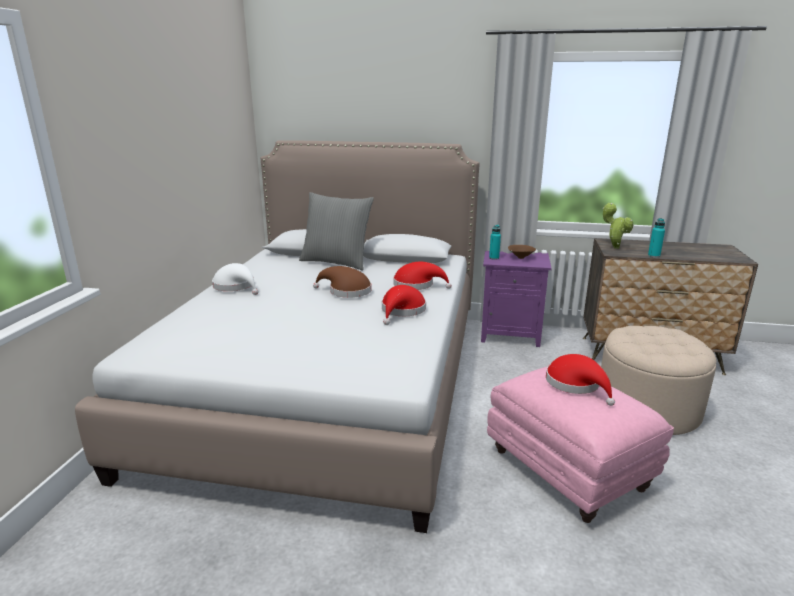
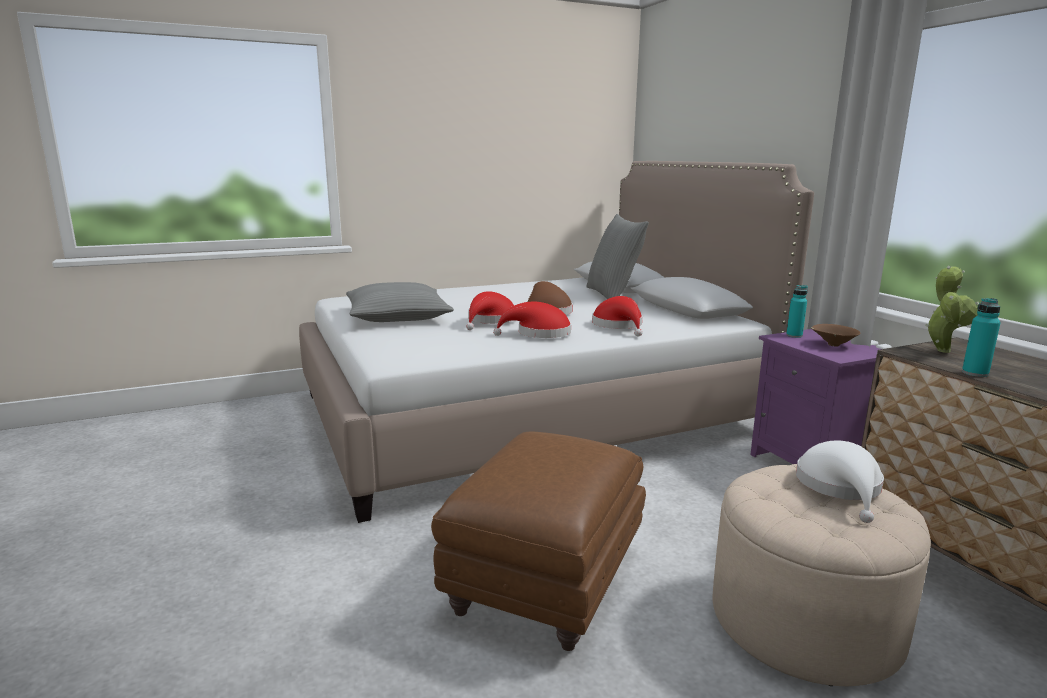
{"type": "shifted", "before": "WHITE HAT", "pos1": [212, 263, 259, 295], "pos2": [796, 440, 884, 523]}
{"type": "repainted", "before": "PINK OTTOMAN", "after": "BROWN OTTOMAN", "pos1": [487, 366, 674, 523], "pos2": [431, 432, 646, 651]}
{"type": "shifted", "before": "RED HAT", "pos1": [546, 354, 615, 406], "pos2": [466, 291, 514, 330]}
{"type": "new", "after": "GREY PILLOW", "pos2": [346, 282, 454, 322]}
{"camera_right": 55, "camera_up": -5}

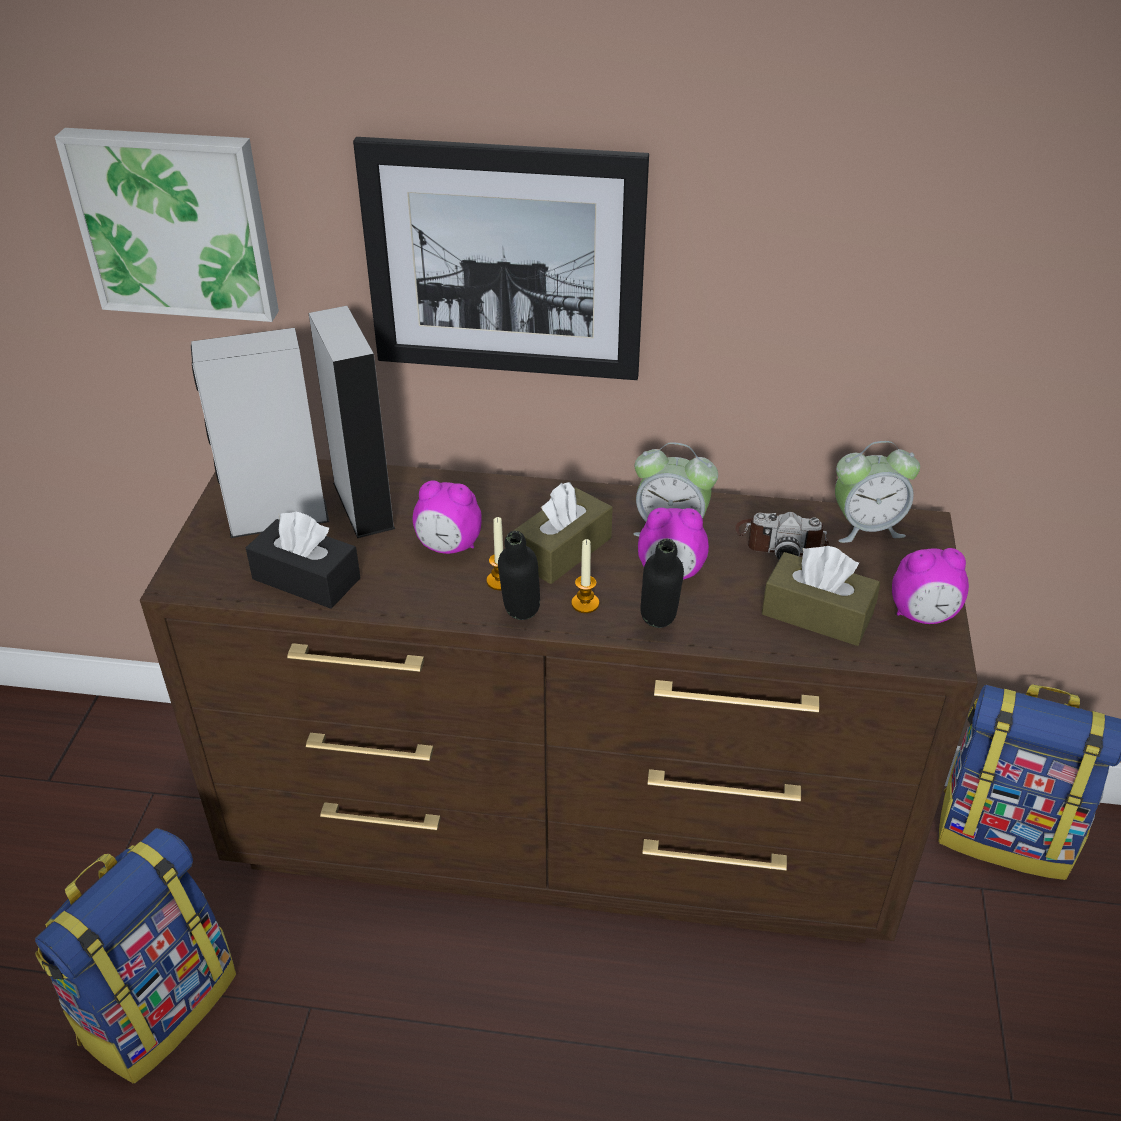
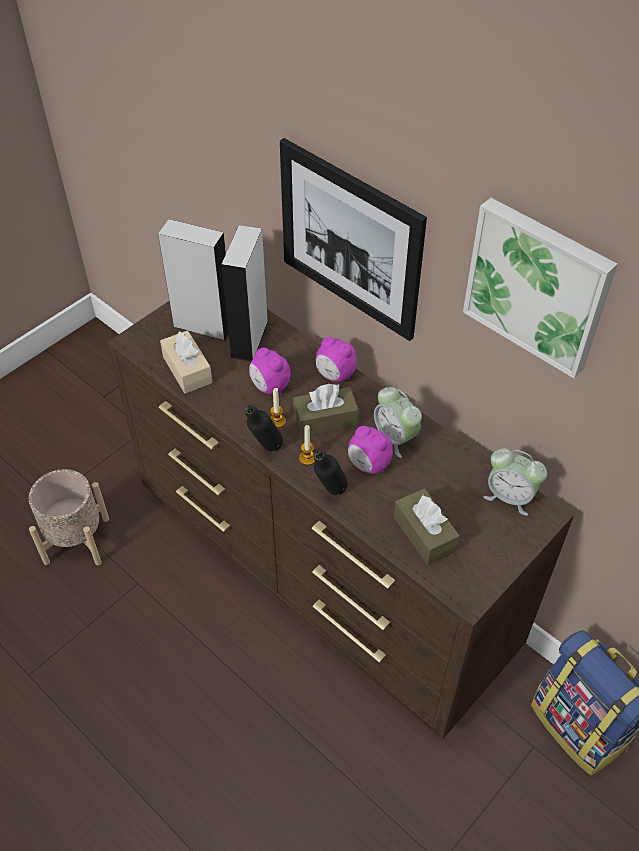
{"type": "swapped", "before": "BACKPACK", "after": "BEIGE PLANTER", "pos1": [35, 828, 236, 1083], "pos2": [29, 469, 109, 565]}
{"type": "shifted", "before": "PICTURE", "pos1": [55, 128, 279, 322], "pos2": [463, 198, 618, 379]}
{"type": "repainted", "before": "BLACK TISSUE BOX", "after": "BEIGE TISSUE BOX", "pos1": [246, 511, 360, 609], "pos2": [160, 330, 213, 393]}
{"type": "gone", "before": "PHOTO CAMERA", "pos1": [735, 512, 829, 559]}
{"type": "shifted", "before": "ALARM CLOCK", "pos1": [892, 548, 969, 624], "pos2": [316, 337, 357, 382]}
{"camera_right": 35, "camera_up": 10}

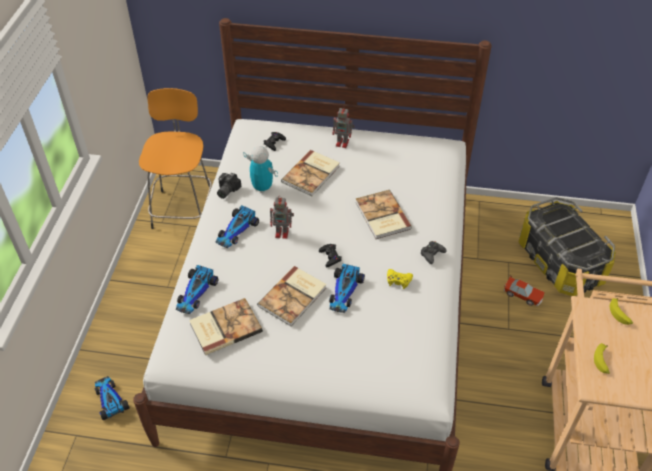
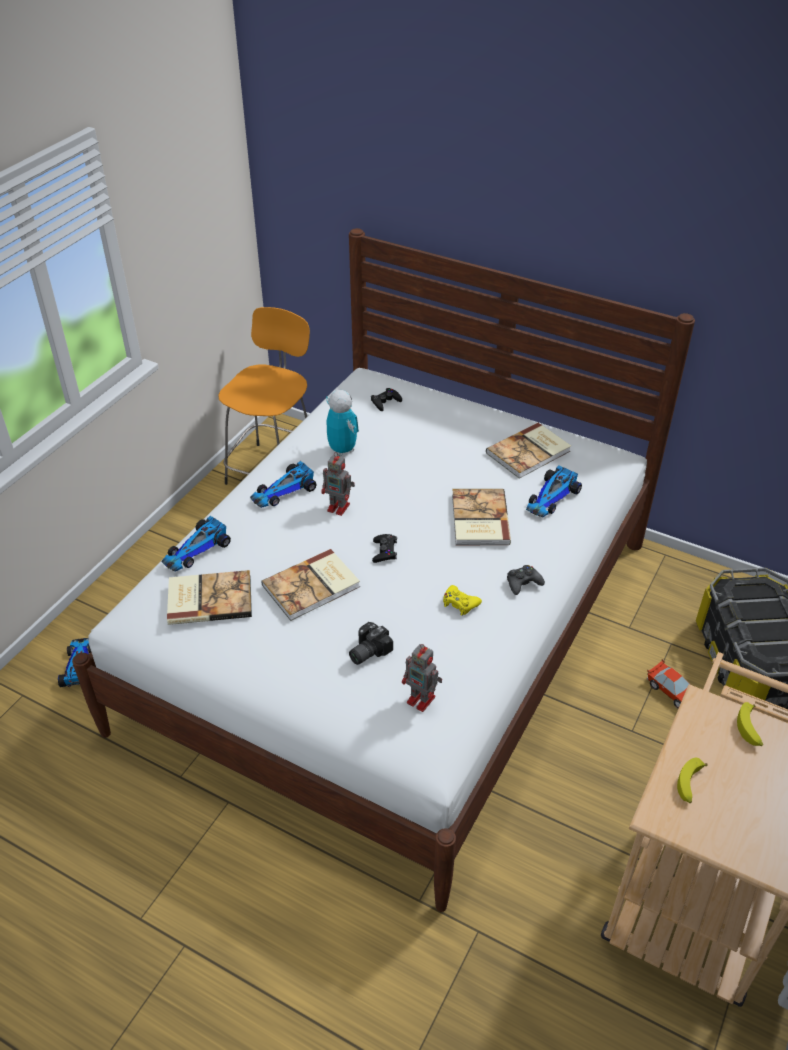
{"type": "shifted", "before": "PHOTO CAMERA", "pos1": [217, 173, 241, 199], "pos2": [349, 622, 393, 665]}
{"type": "shifted", "before": "BOOK", "pos1": [281, 150, 340, 196], "pos2": [486, 423, 571, 479]}
{"type": "shifted", "before": "TOY CAR", "pos1": [329, 264, 365, 313], "pos2": [526, 465, 582, 517]}
{"type": "shifted", "before": "TOY ROBOT", "pos1": [333, 106, 354, 148], "pos2": [402, 644, 442, 712]}
{"camera_right": 20, "camera_up": -5}

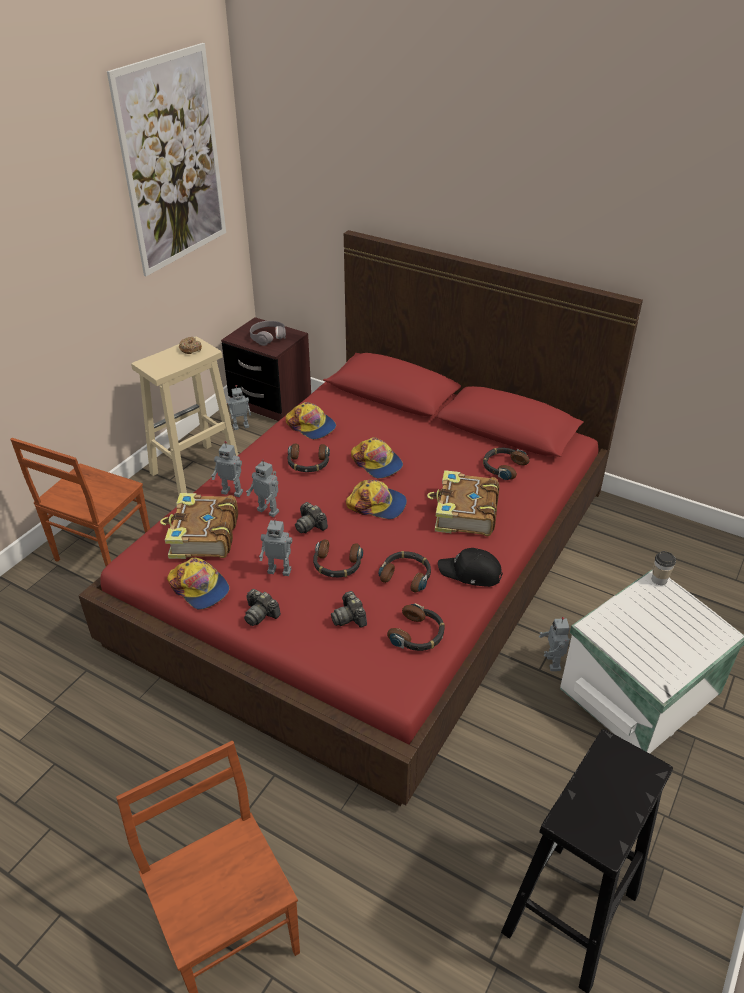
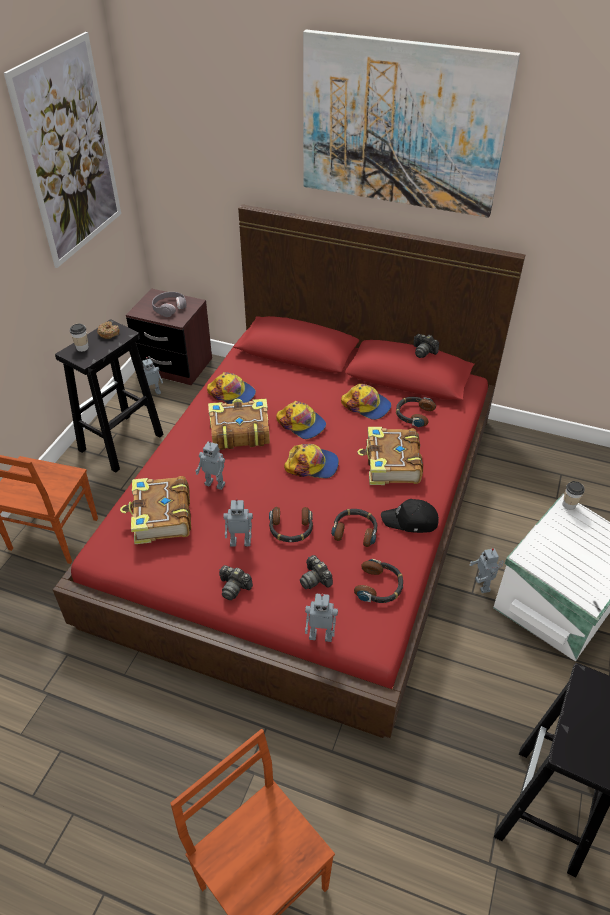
{"type": "repainted", "before": "BEIGE STOOL", "after": "BLACK STOOL", "pos1": [131, 337, 238, 495], "pos2": [55, 320, 164, 473]}
{"type": "shifted", "before": "CAP", "pos1": [167, 557, 229, 610], "pos2": [341, 384, 391, 420]}
{"type": "shifted", "before": "TOY ROBOT", "pos1": [211, 441, 243, 497], "pos2": [305, 593, 338, 642]}
{"type": "swapped", "before": "HEADPHONES", "after": "BOOK", "pos1": [287, 443, 330, 472], "pos2": [208, 399, 270, 450]}
{"type": "shifted", "before": "PHOTO CAMERA", "pos1": [295, 502, 328, 533], "pos2": [414, 334, 439, 358]}
{"type": "new", "after": "CUP", "pos2": [70, 324, 89, 352]}
{"type": "new", "after": "PICTURE", "pos2": [303, 29, 520, 218]}
{"camera_right": -10, "camera_up": 5}

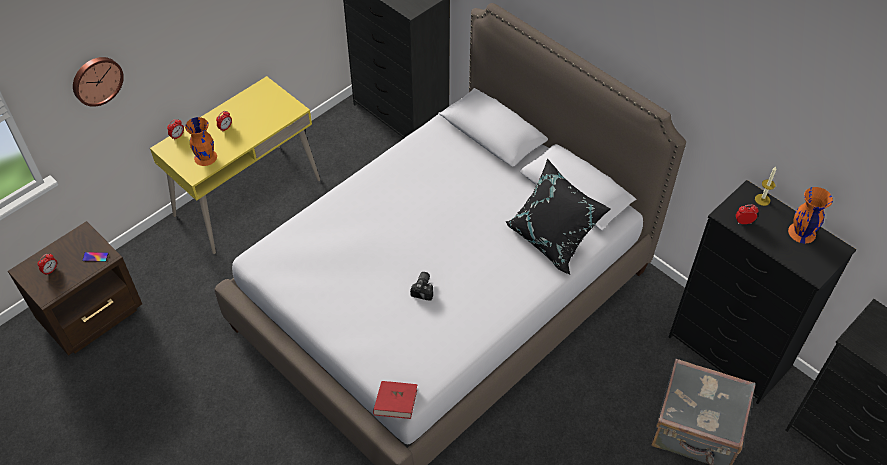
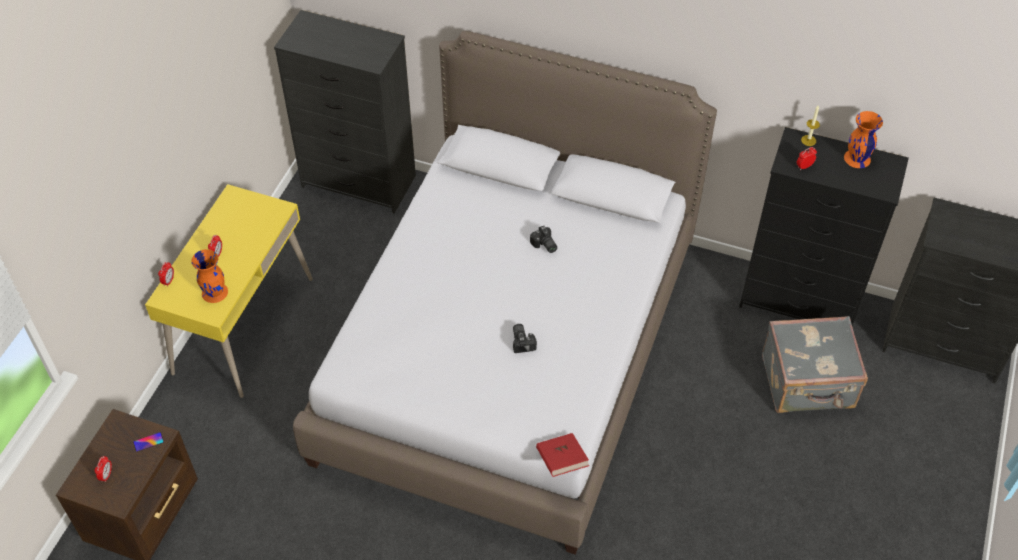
{"type": "gone", "before": "WALL CLOCK", "pos1": [73, 57, 124, 107]}
{"type": "gone", "before": "BLACK PILLOW", "pos1": [505, 158, 611, 274]}
{"type": "new", "after": "PHOTO CAMERA", "pos2": [530, 226, 557, 253]}
{"camera_right": -25, "camera_up": 0}

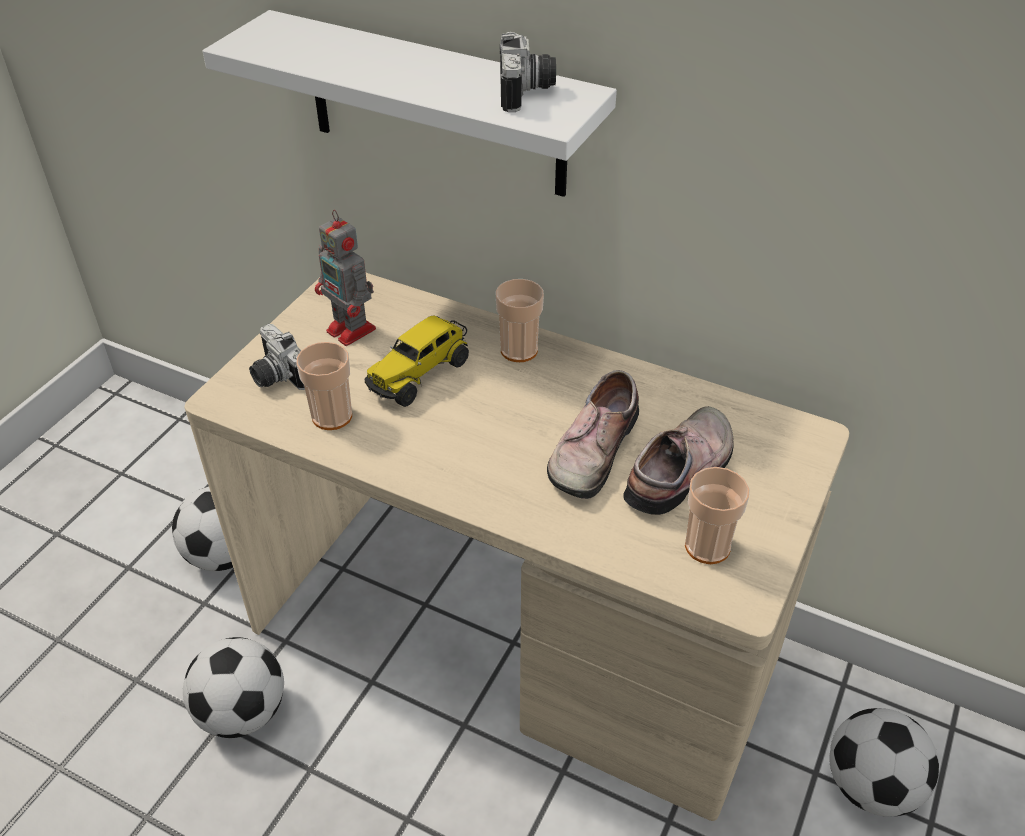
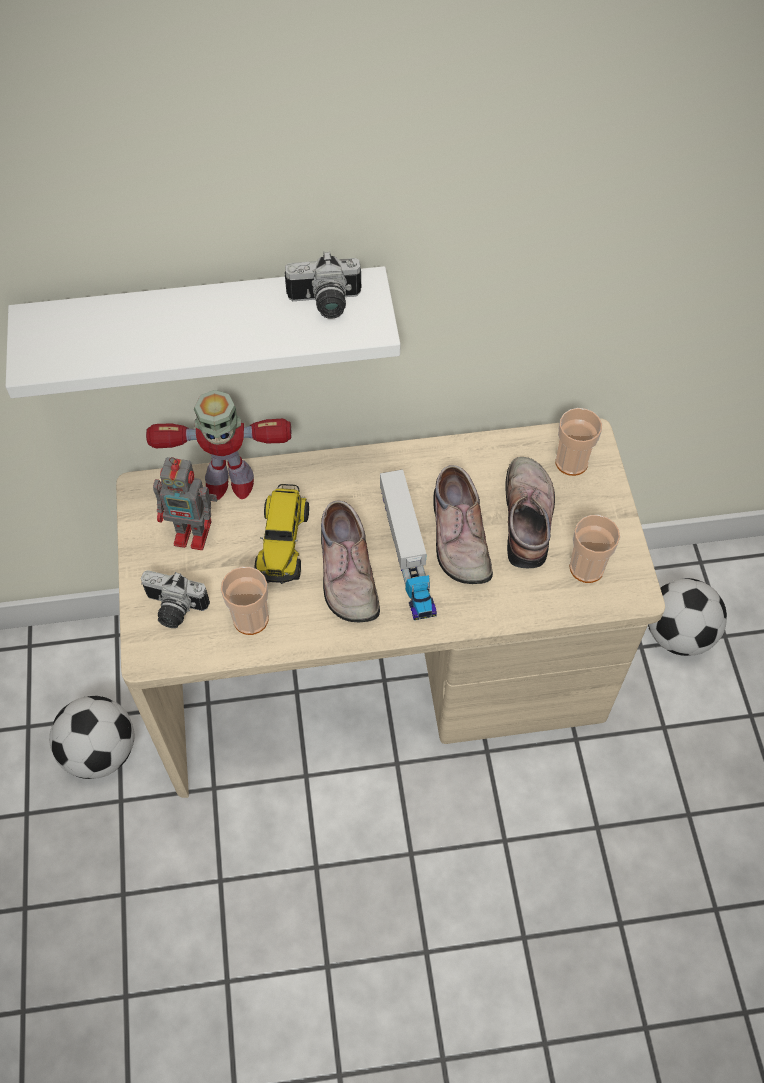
{"type": "gone", "before": "FOOTBALL", "pos1": [183, 637, 284, 738]}
{"type": "shifted", "before": "CUP", "pos1": [496, 279, 544, 362], "pos2": [555, 408, 602, 476]}
{"type": "rotated", "before": "PHOTO CAMERA", "pos1": [500, 32, 556, 112], "pos2": [285, 251, 361, 319], "turn": 120}
{"type": "new", "after": "TOY ROBOT", "pos2": [146, 390, 292, 500]}
{"type": "new", "after": "SHOE", "pos2": [321, 500, 380, 622]}
{"type": "new", "after": "TOY TRUCK", "pos2": [380, 470, 437, 620]}
{"camera_right": -35, "camera_up": 15}

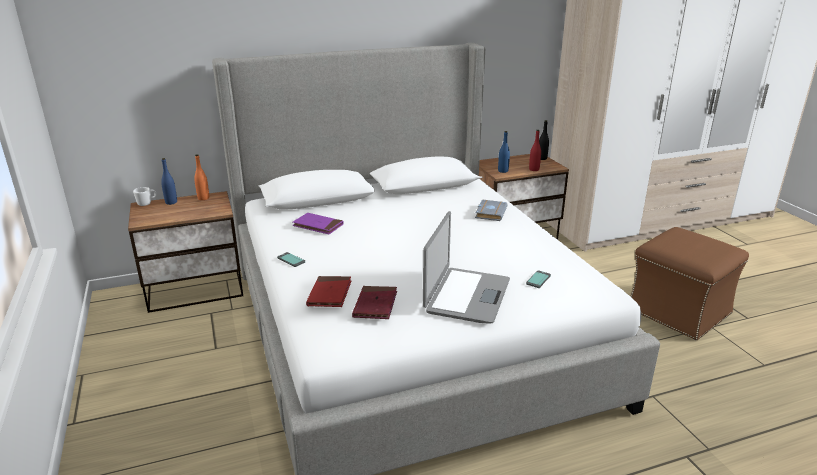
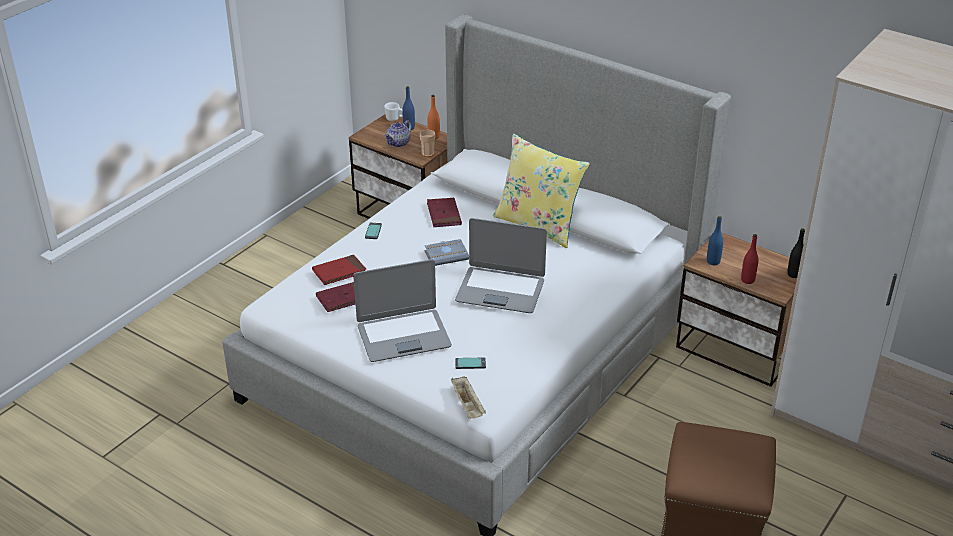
{"type": "repainted", "before": "PURPLE BOOK", "after": "RED BOOK", "pos1": [292, 213, 344, 235], "pos2": [427, 198, 462, 227]}
{"type": "shifted", "before": "GREY BOOK", "pos1": [475, 199, 508, 221], "pos2": [425, 239, 469, 266]}
{"type": "new", "after": "TEAPOT", "pos2": [385, 120, 411, 147]}
{"type": "new", "after": "CUP", "pos2": [420, 130, 435, 157]}
{"type": "new", "after": "BEIGE TRAY", "pos2": [451, 376, 486, 419]}
{"type": "new", "after": "LAPTOP", "pos2": [455, 218, 547, 313]}
{"type": "new", "after": "YELLOW PILLOW", "pos2": [493, 134, 590, 248]}
{"camera_right": 55, "camera_up": 10}

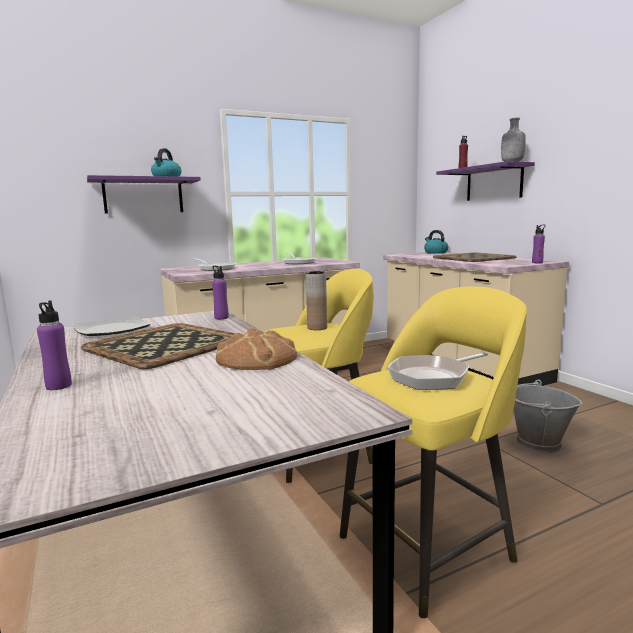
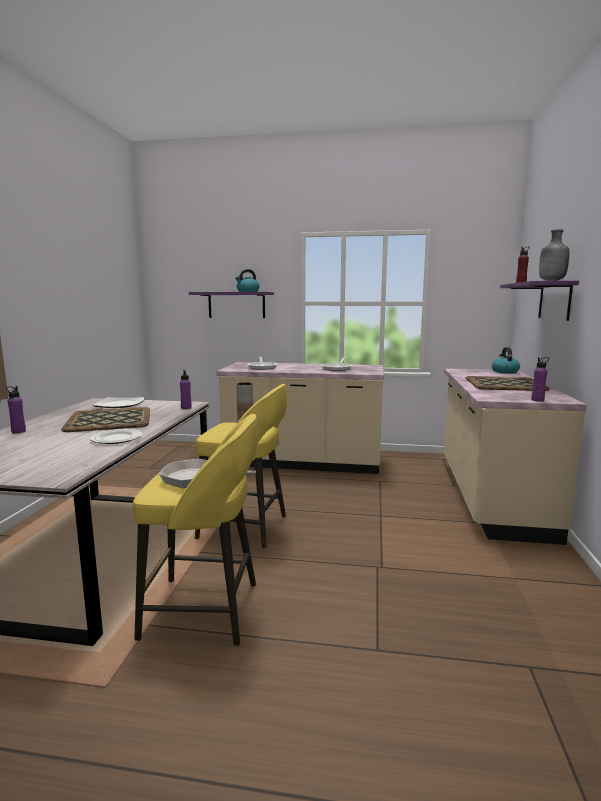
{"type": "swapped", "before": "BREAD", "after": "PLATE", "pos1": [216, 328, 297, 370], "pos2": [90, 429, 142, 444]}
{"type": "gone", "before": "GREY BUCKET", "pos1": [513, 380, 582, 453]}
{"camera_right": 35, "camera_up": 0}

